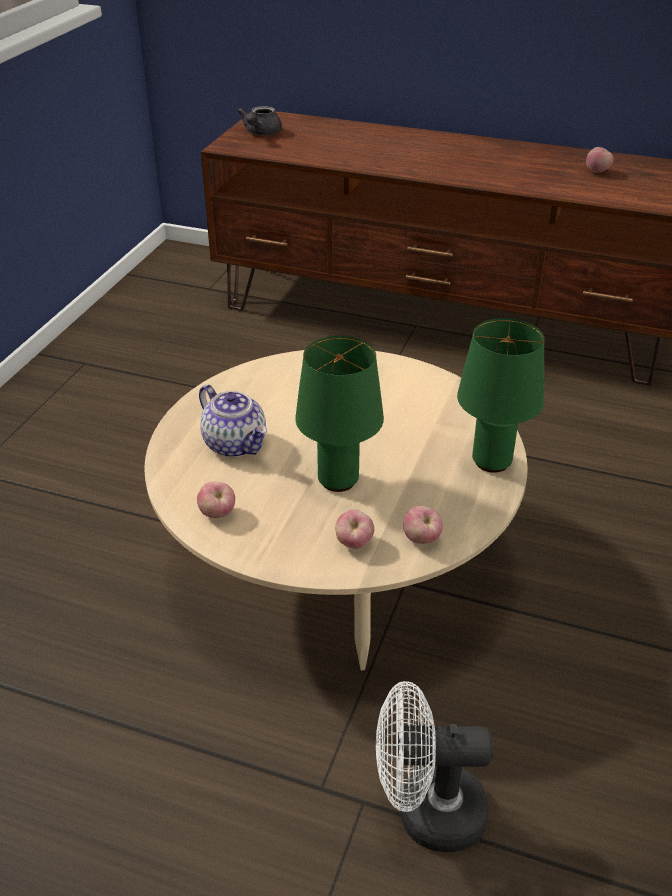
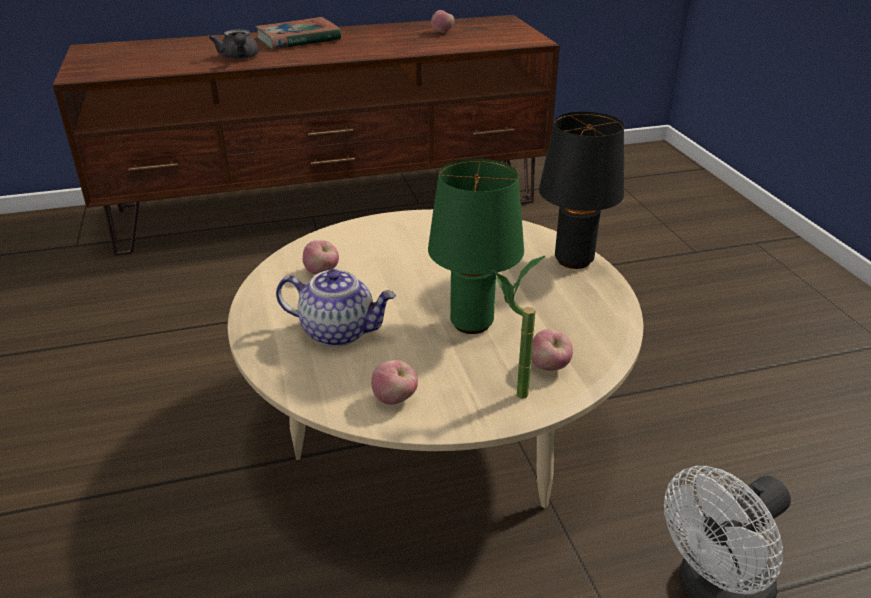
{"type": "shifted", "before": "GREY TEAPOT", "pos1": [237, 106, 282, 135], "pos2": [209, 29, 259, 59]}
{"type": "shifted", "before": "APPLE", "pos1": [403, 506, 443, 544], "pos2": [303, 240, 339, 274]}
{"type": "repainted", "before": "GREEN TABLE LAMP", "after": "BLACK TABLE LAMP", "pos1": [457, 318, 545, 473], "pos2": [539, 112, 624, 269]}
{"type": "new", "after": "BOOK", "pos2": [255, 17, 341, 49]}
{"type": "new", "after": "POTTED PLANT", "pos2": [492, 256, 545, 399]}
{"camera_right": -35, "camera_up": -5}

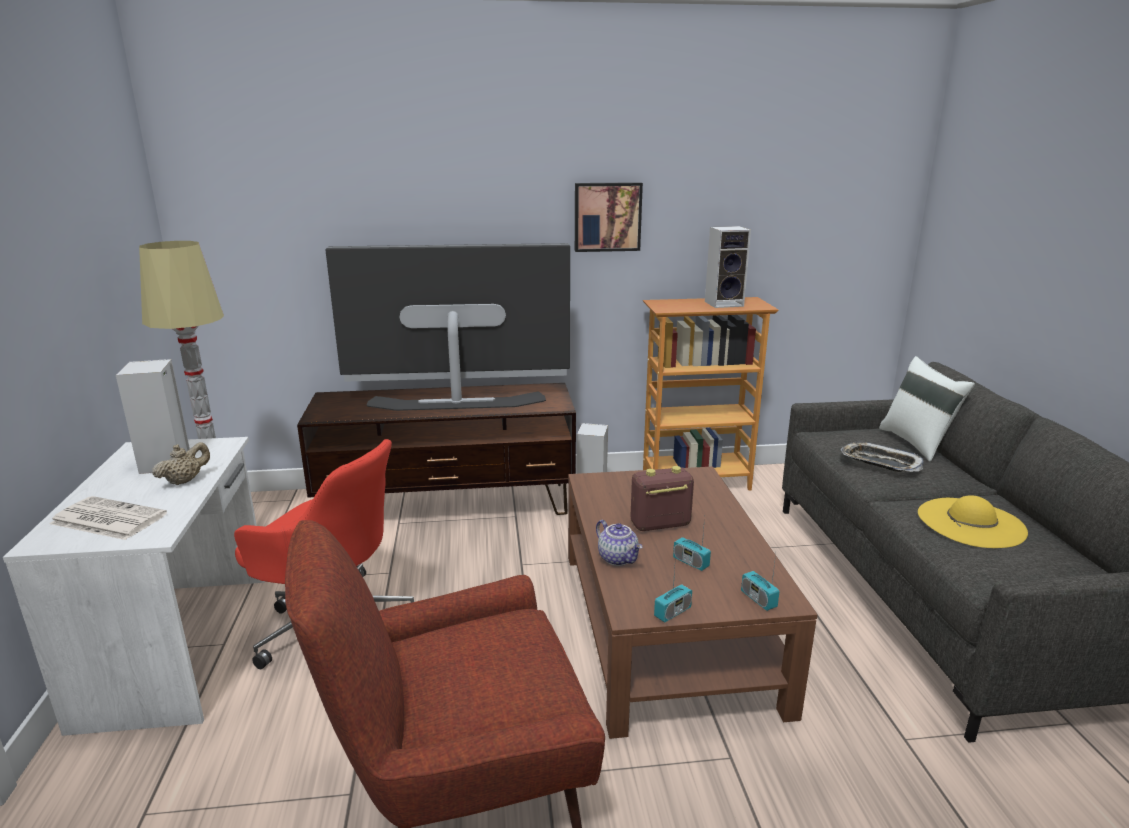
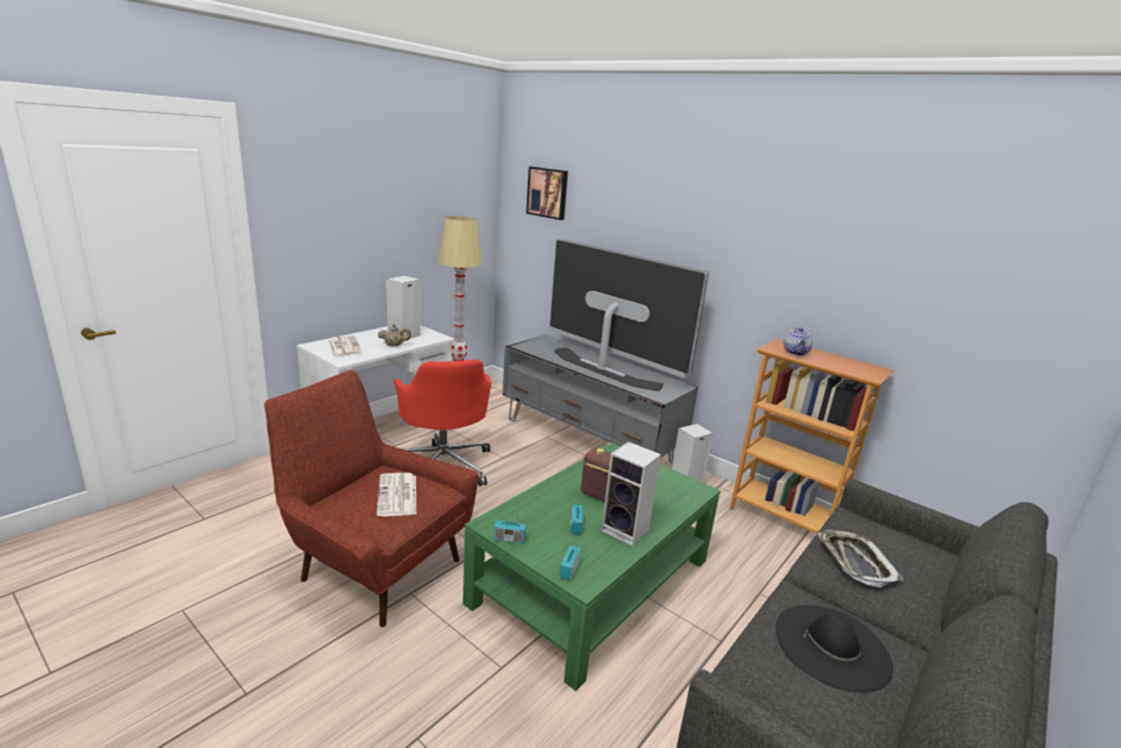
{"type": "repainted", "before": "BROWN TV STAND", "after": "GREY TV STAND", "pos1": [297, 383, 576, 515], "pos2": [502, 335, 698, 464]}
{"type": "repainted", "before": "BROWN COFFEE TABLE", "after": "GREEN COFFEE TABLE", "pos1": [568, 466, 818, 739], "pos2": [463, 443, 720, 691]}
{"type": "shifted", "before": "PICTURE", "pos1": [575, 182, 643, 252], "pos2": [526, 167, 568, 220]}
{"type": "shifted", "before": "TEAPOT", "pos1": [596, 520, 642, 566], "pos2": [784, 328, 813, 356]}
{"type": "shifted", "before": "SPEAKER", "pos1": [705, 226, 751, 308], "pos2": [601, 442, 661, 546]}
{"type": "gone", "before": "WHITE PILLOW", "pos1": [879, 356, 975, 461]}
{"type": "repainted", "before": "YELLOW HAT", "after": "BLACK HAT", "pos1": [918, 495, 1028, 548], "pos2": [776, 605, 893, 692]}
{"type": "new", "after": "NEWSPAPER", "pos2": [377, 473, 416, 516]}
{"camera_right": 45, "camera_up": 0}

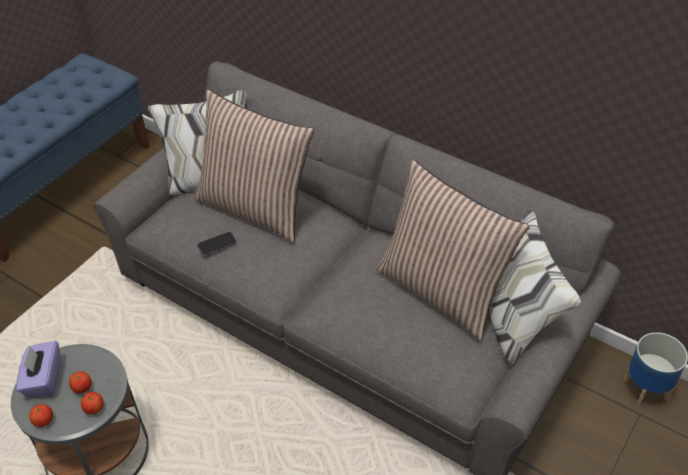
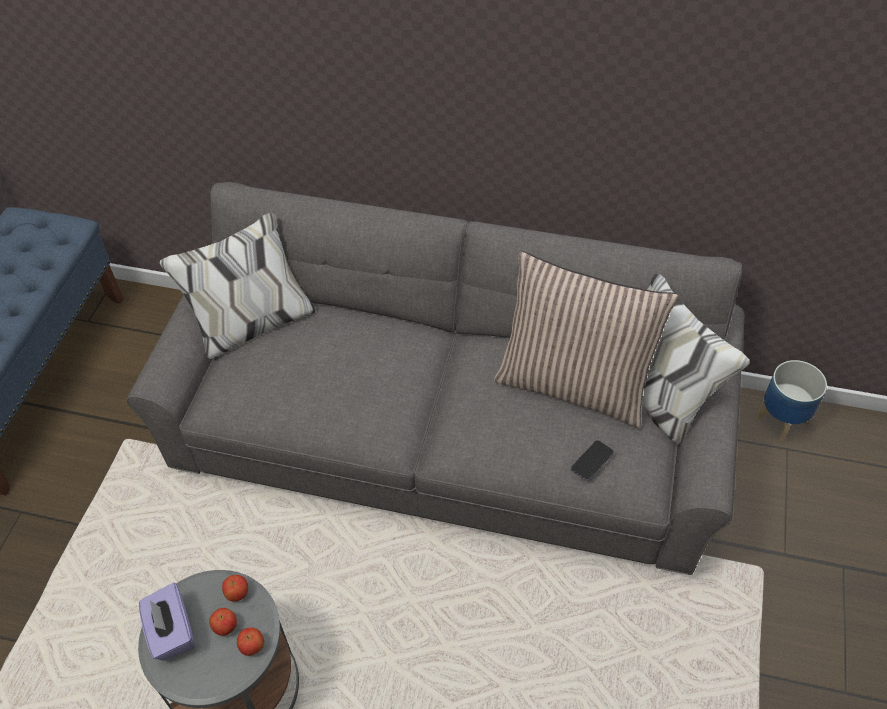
{"type": "shifted", "before": "APPLE", "pos1": [29, 404, 53, 427], "pos2": [222, 575, 248, 601]}
{"type": "gone", "before": "PILLOW", "pos1": [194, 89, 314, 243]}
{"type": "shifted", "before": "PHONE", "pos1": [197, 232, 236, 256], "pos2": [571, 440, 614, 481]}
{"camera_right": -20, "camera_up": 5}

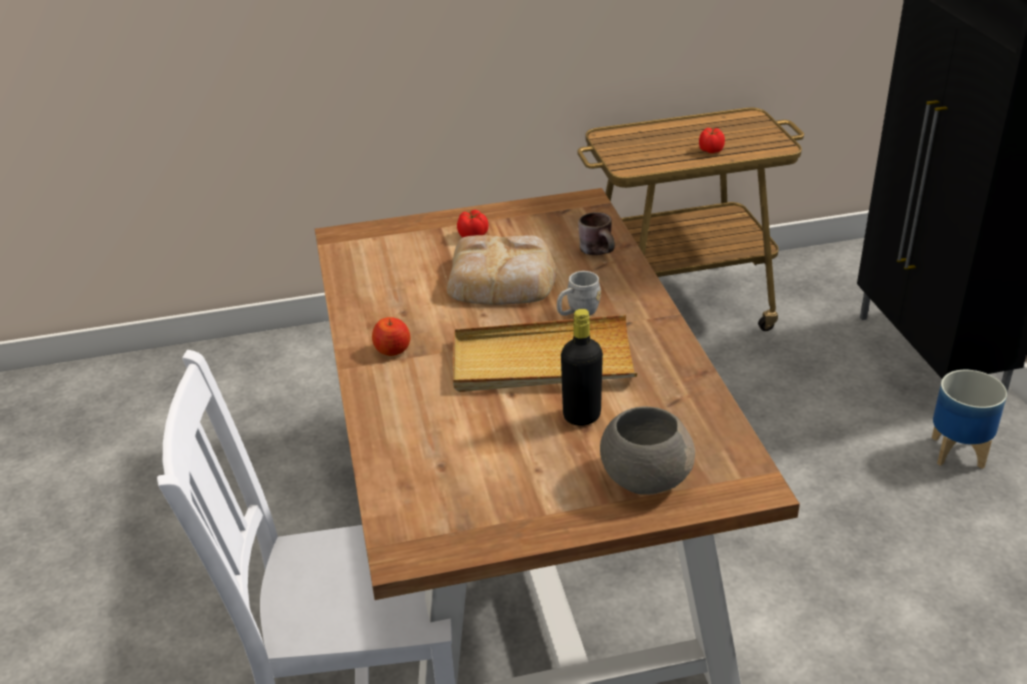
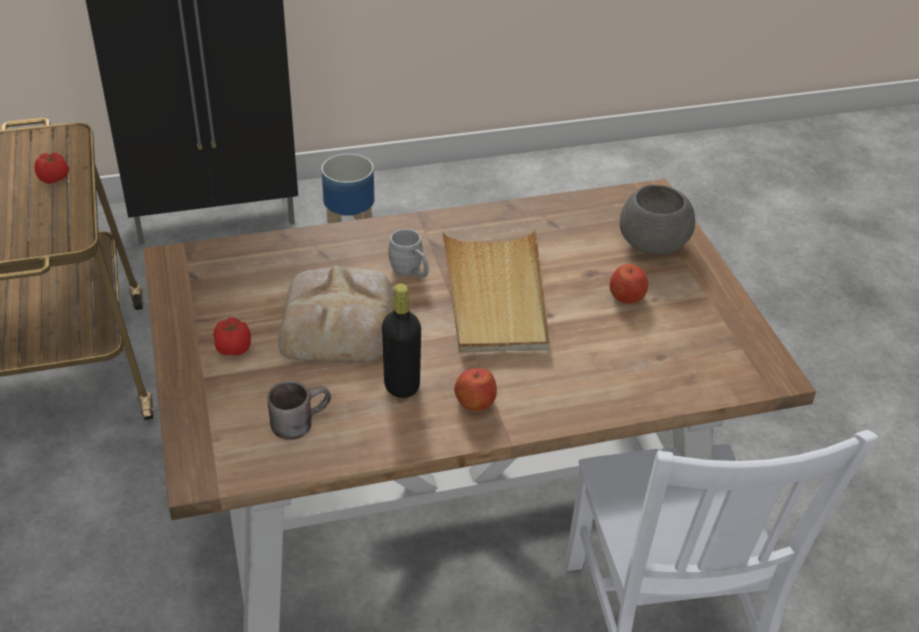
{"type": "shifted", "before": "BLACK BOTTLE", "pos1": [561, 309, 603, 426], "pos2": [382, 283, 421, 398]}
{"type": "shifted", "before": "BROWN MUG", "pos1": [578, 212, 615, 255], "pos2": [268, 381, 331, 440]}
{"type": "new", "after": "APPLE", "pos2": [610, 264, 648, 304]}
{"camera_right": -95, "camera_up": 5}

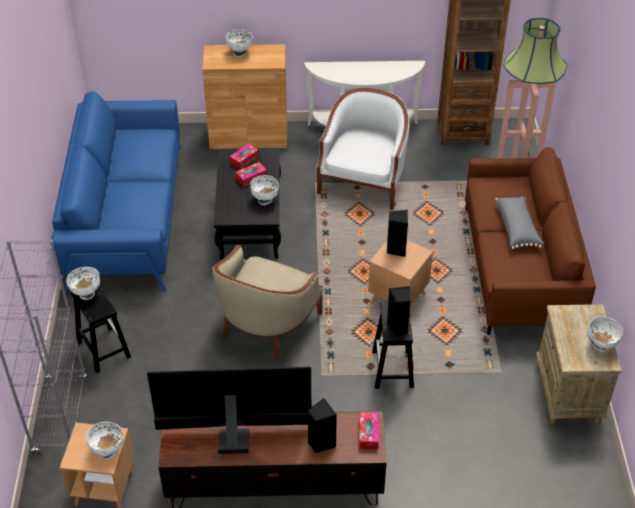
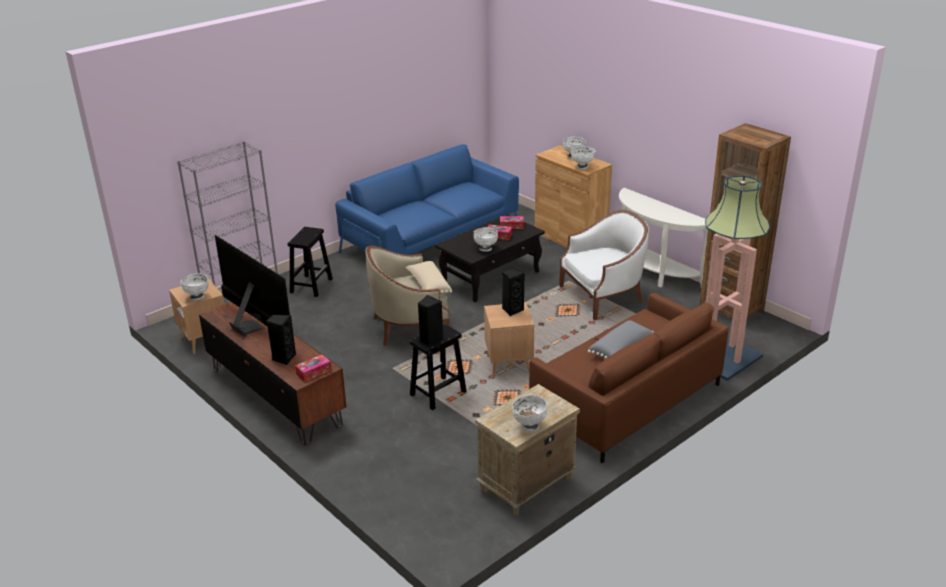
{"type": "shifted", "before": "WHITE BOWL", "pos1": [66, 267, 100, 300], "pos2": [571, 146, 595, 169]}
{"type": "new", "after": "BEIGE PILLOW", "pos2": [406, 261, 452, 295]}
{"camera_right": 50, "camera_up": -15}

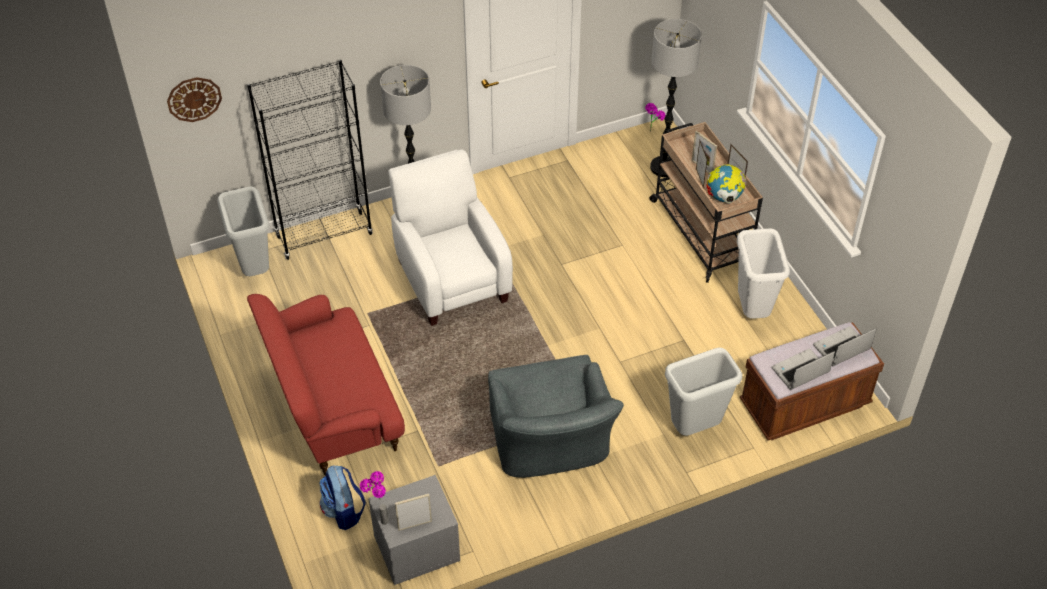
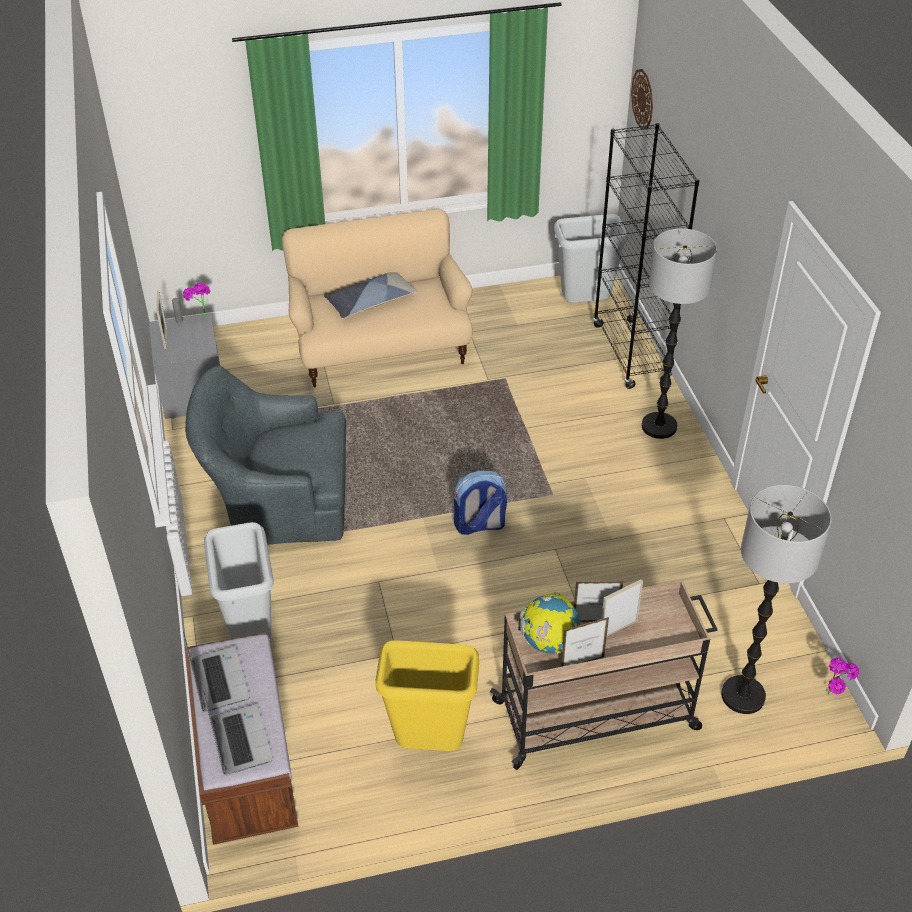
{"type": "repainted", "before": "RED SOFA", "after": "BEIGE SOFA", "pos1": [247, 294, 405, 475], "pos2": [282, 209, 473, 388]}
{"type": "shifted", "before": "BACKPACK", "pos1": [320, 465, 366, 530], "pos2": [453, 470, 507, 535]}
{"type": "gone", "before": "WHITE ARMCHAIR", "pos1": [388, 150, 513, 326]}
{"type": "repainted", "before": "WHITE TRASH CAN", "after": "YELLOW TRASH CAN", "pos1": [737, 229, 790, 319], "pos2": [376, 640, 479, 751]}
{"type": "new", "after": "PILLOW", "pos2": [324, 272, 417, 319]}
{"camera_right": 100, "camera_up": -5}

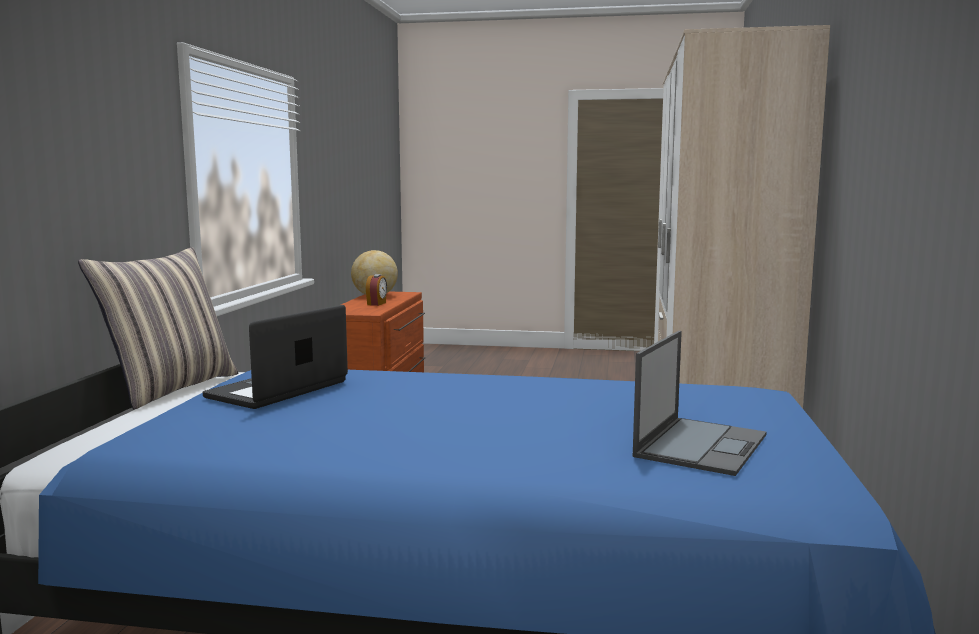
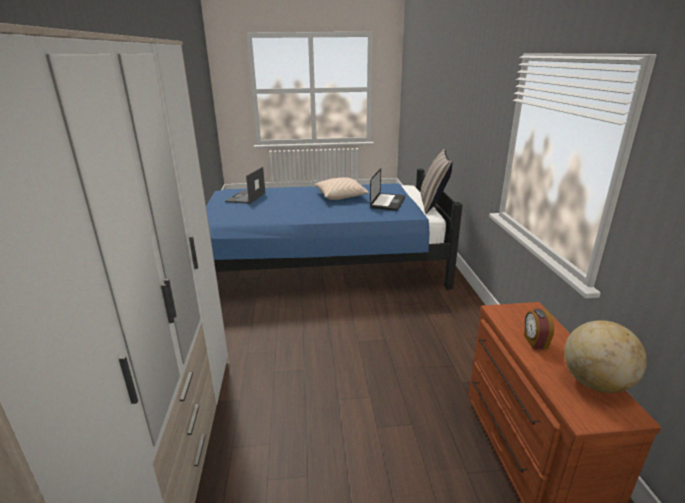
{"type": "new", "after": "BEIGE PILLOW", "pos2": [315, 177, 369, 200]}
{"camera_right": 165, "camera_up": 15}

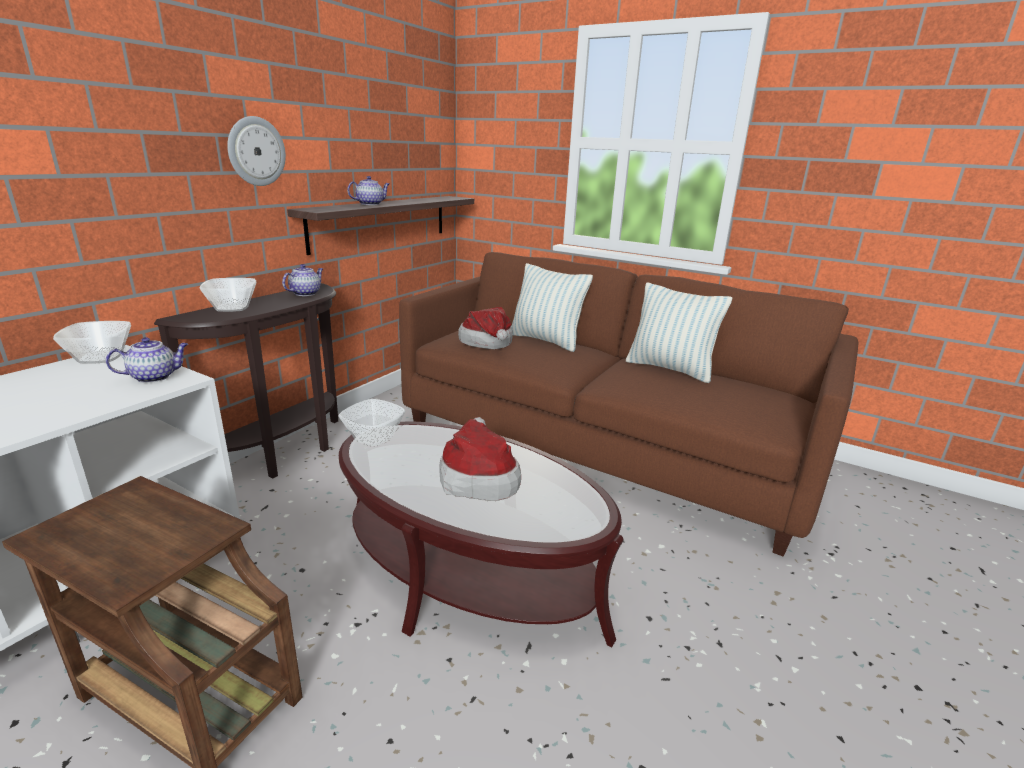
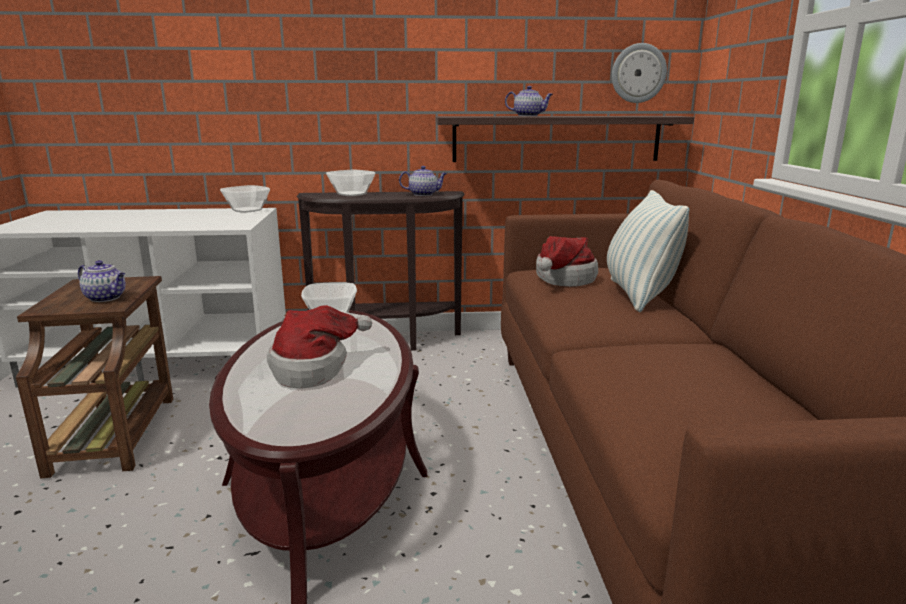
{"type": "shifted", "before": "TEAPOT", "pos1": [106, 337, 188, 383], "pos2": [78, 260, 126, 302]}
{"type": "shifted", "before": "WALL CLOCK", "pos1": [227, 116, 286, 186], "pos2": [612, 43, 667, 103]}
{"type": "gone", "before": "PILLOW", "pos1": [626, 283, 732, 383]}
{"camera_right": 55, "camera_up": -5}

